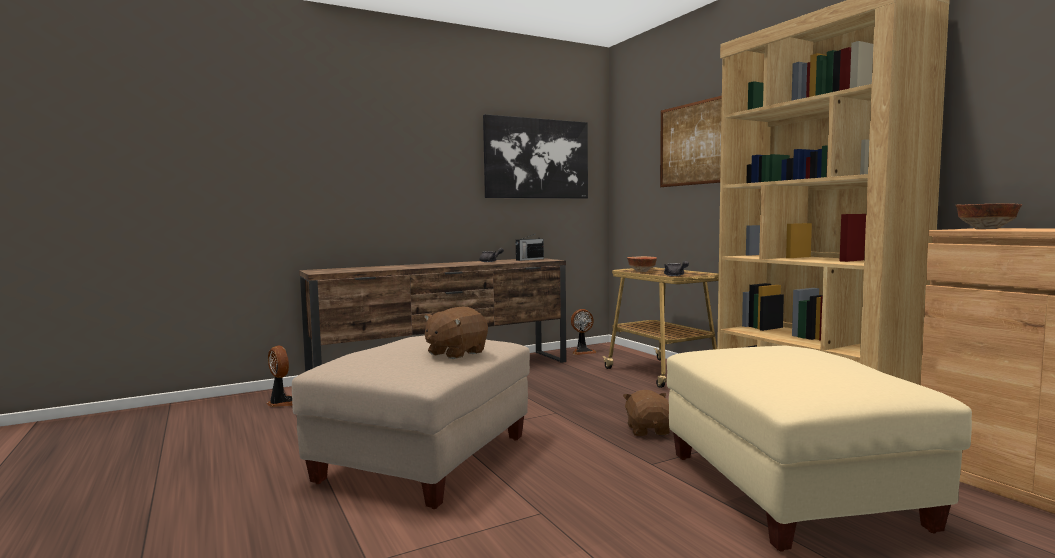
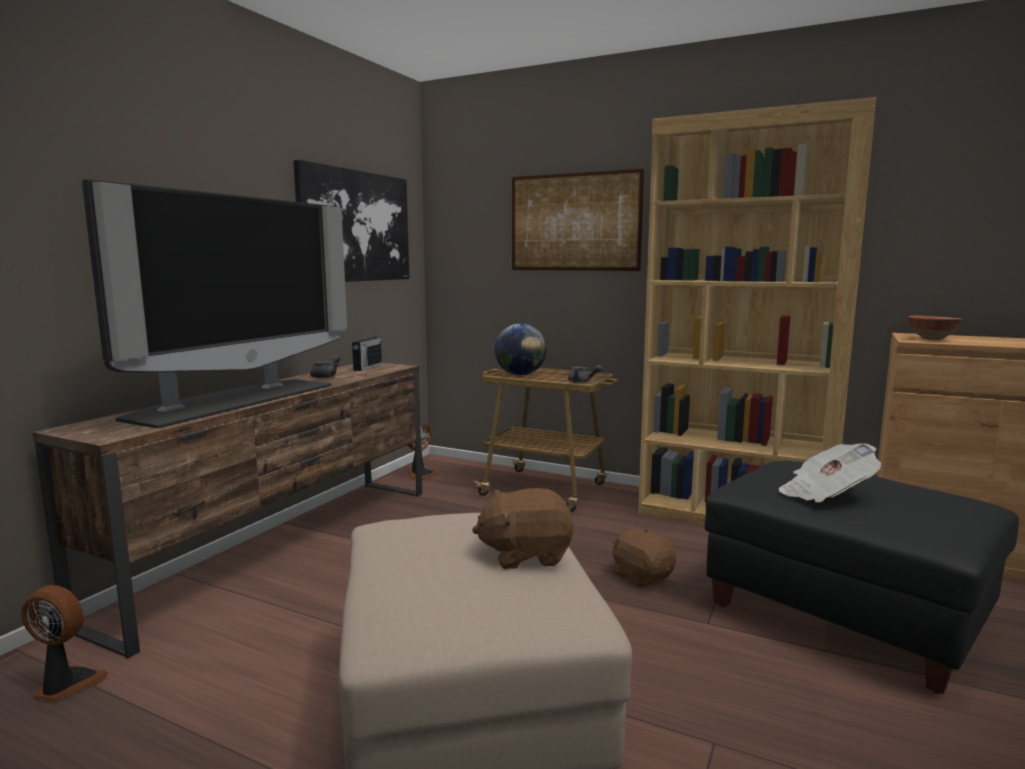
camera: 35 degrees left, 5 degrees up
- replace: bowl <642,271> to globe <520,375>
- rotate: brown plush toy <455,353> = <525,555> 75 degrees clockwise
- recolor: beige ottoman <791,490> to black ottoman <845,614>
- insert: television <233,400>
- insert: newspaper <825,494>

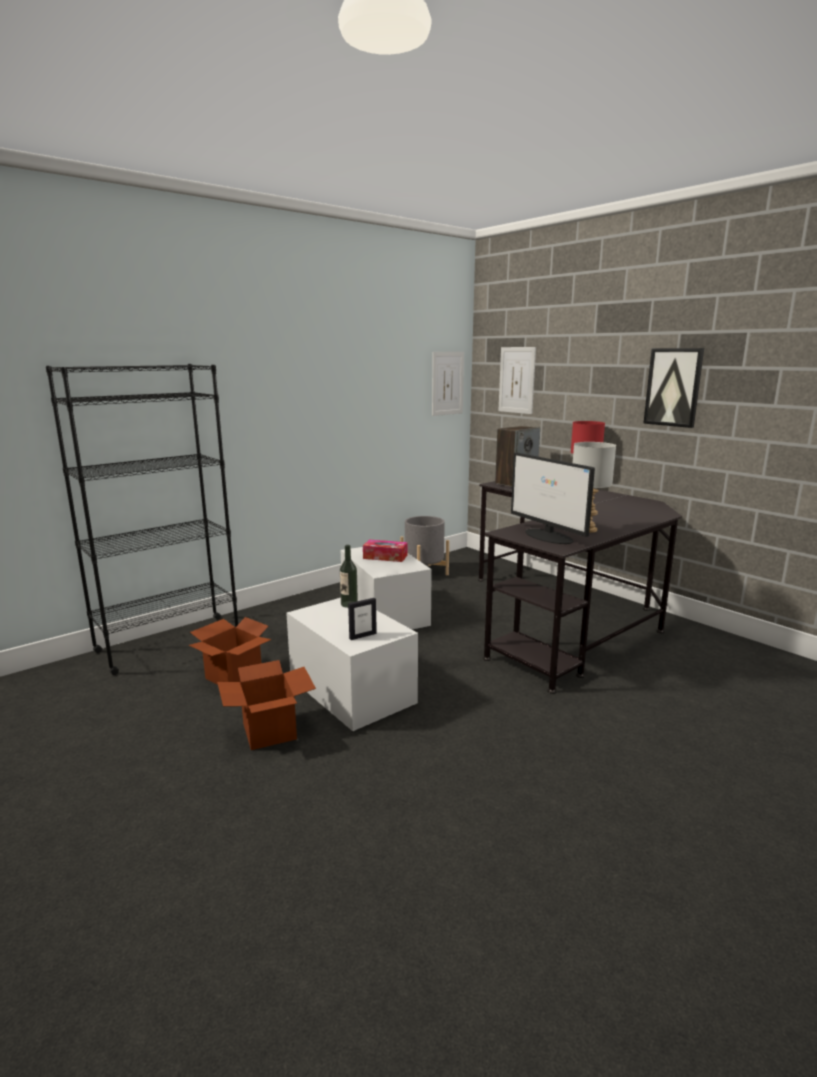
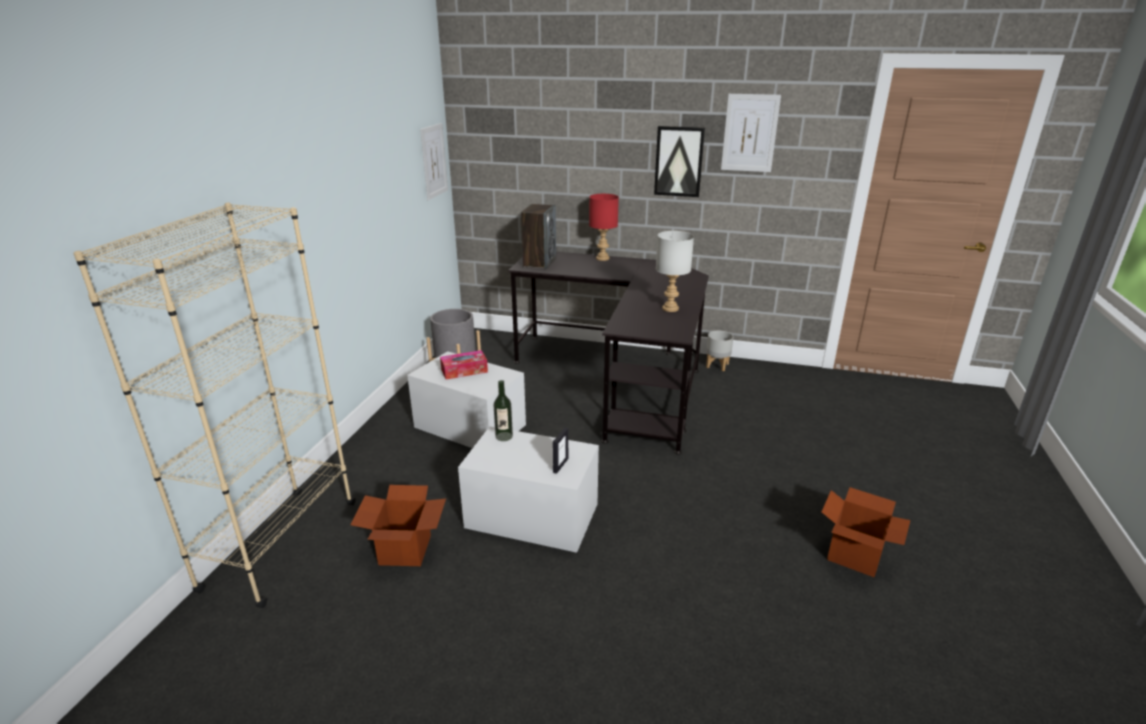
camera: 35 degrees left, 10 degrees up
- move: picture <517,380> to <750,133>
- recolor: black bookcase <169,643> to beige bookcase <280,545>
- delete: monitor <549,536>
- move: cardboard box <269,731> to <854,555>
- insert: grey planter <717,365>

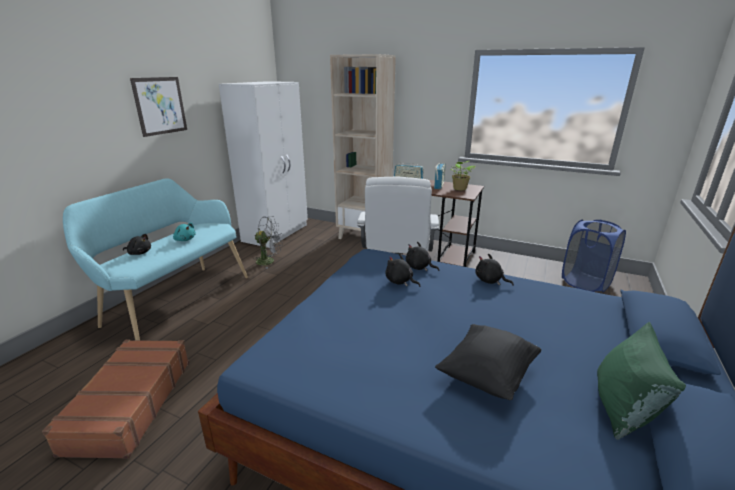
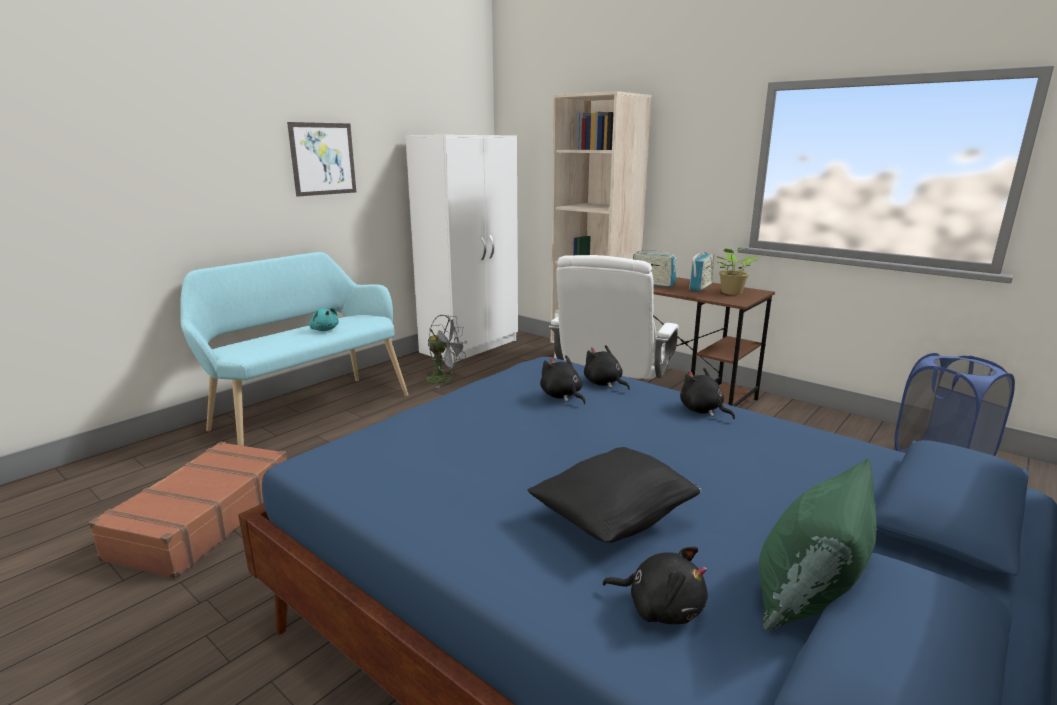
camera: 15 degrees right, 5 degrees down
- move: black plush toy <139,253> to <660,607>

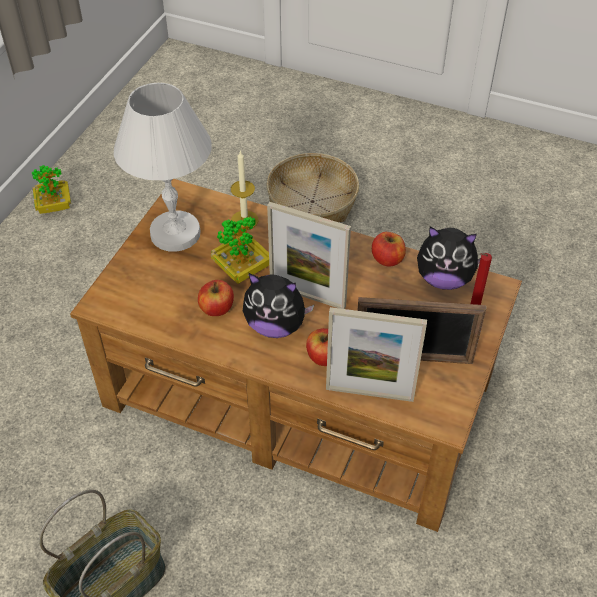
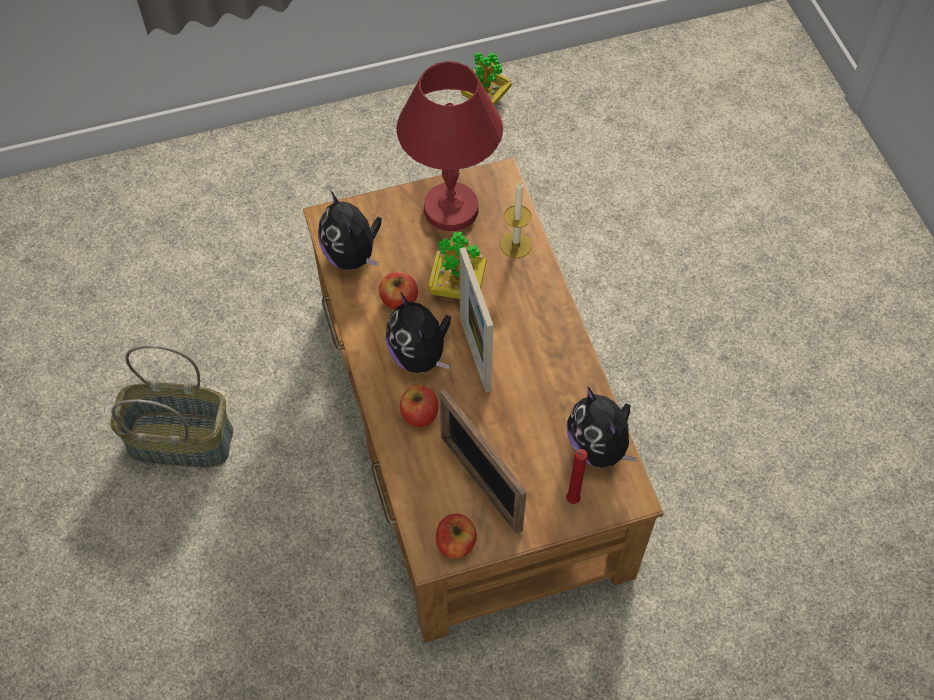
camera: 50 degrees right, 10 degrees up
- recolor: white table lamp <175,234> to red table lamp <451,209>
- delete: basket <312,202>
- move: apple <387,259> to <456,543>
- delete: picture frame <369,393>
- insert: plush toy <352,255>

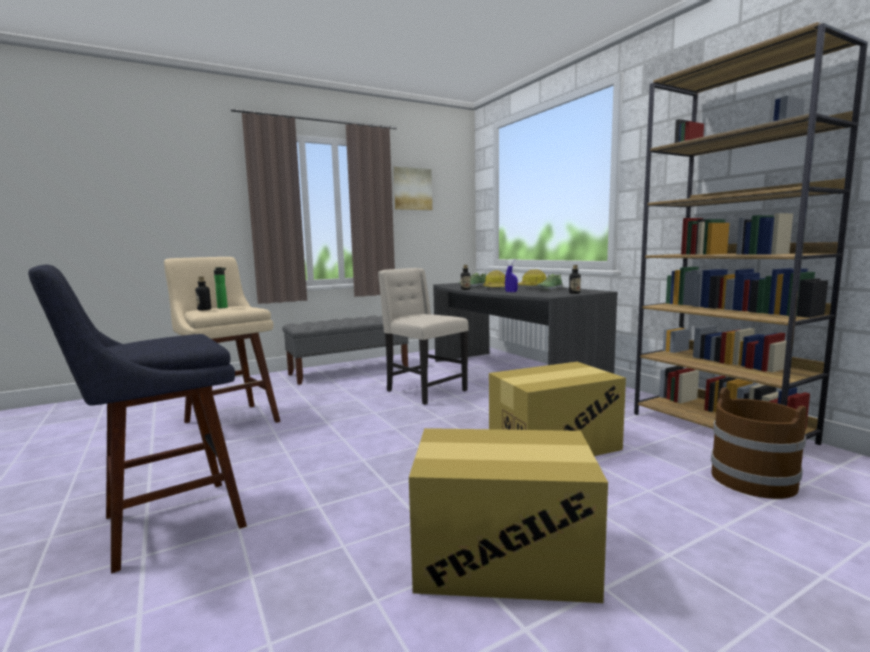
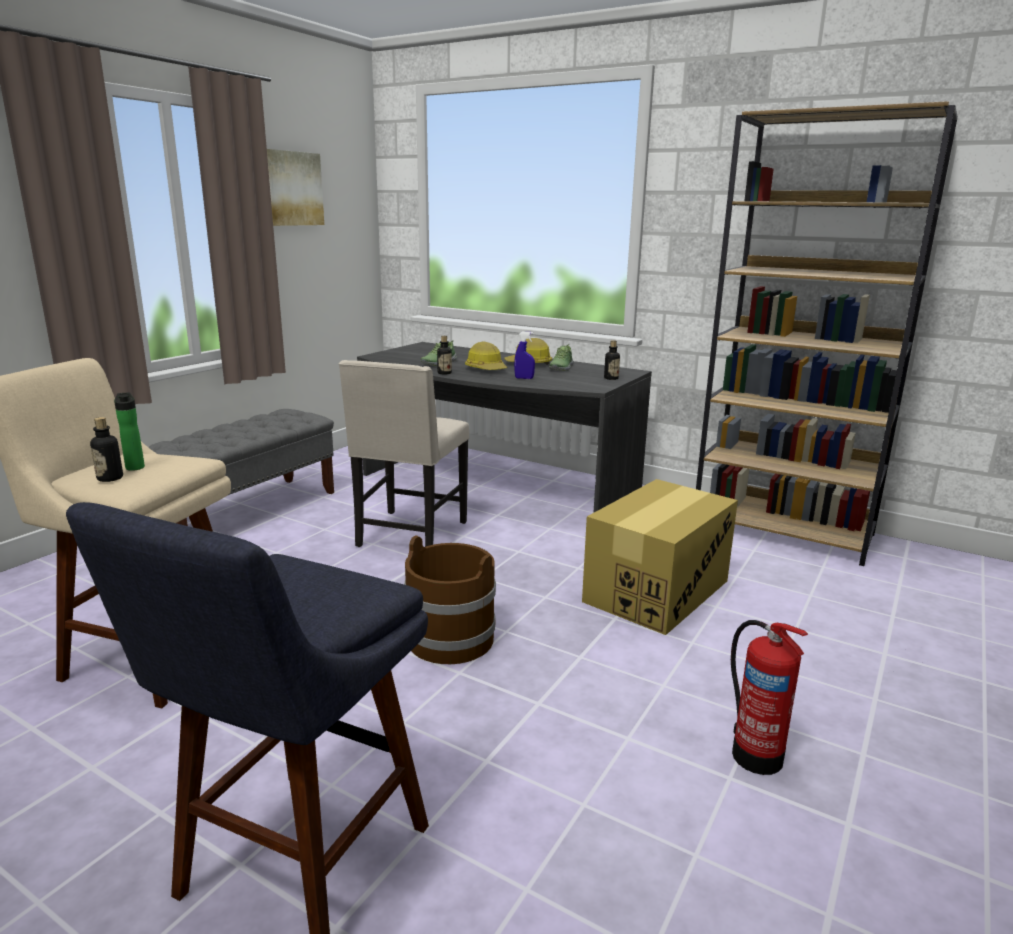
camera: 30 degrees left, 10 degrees up
- rotate: beige chair <424,391> = <410,535> 90 degrees counterclockwise
- move: brown bucket <753,480> to <451,639>
- replace: cardboard box <504,557> to fire extinguisher <755,754>

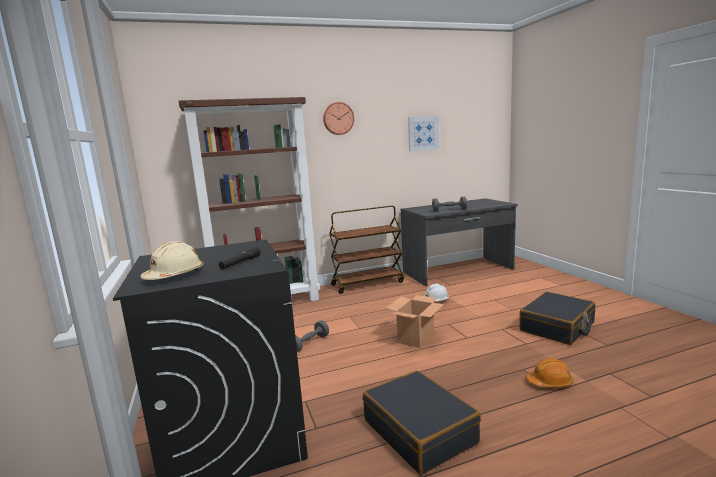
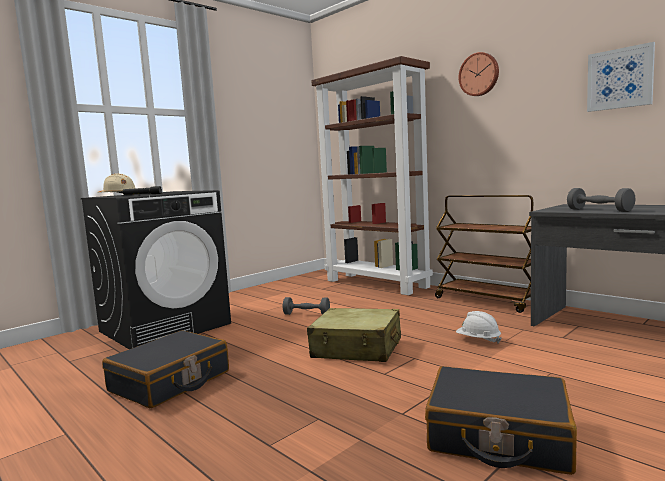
camera: 65 degrees right, 5 degrees down
- replace: cardboard box <415,338> to beige suitcase <357,348>
- delete: orange hard hat <550,382>

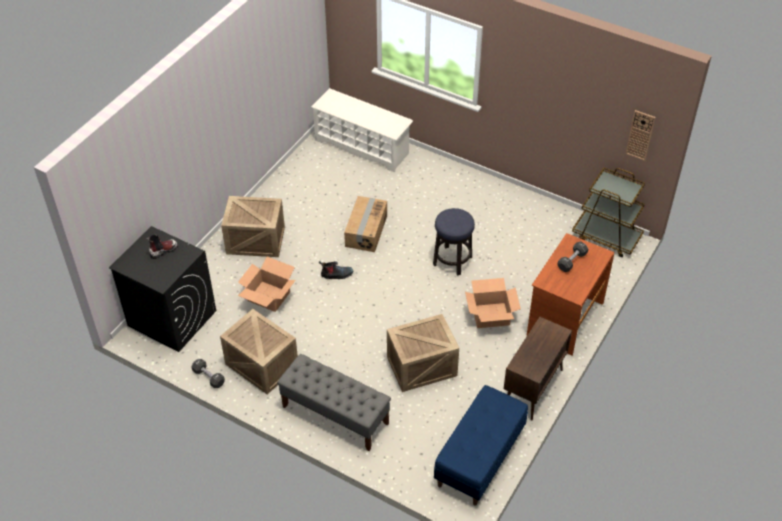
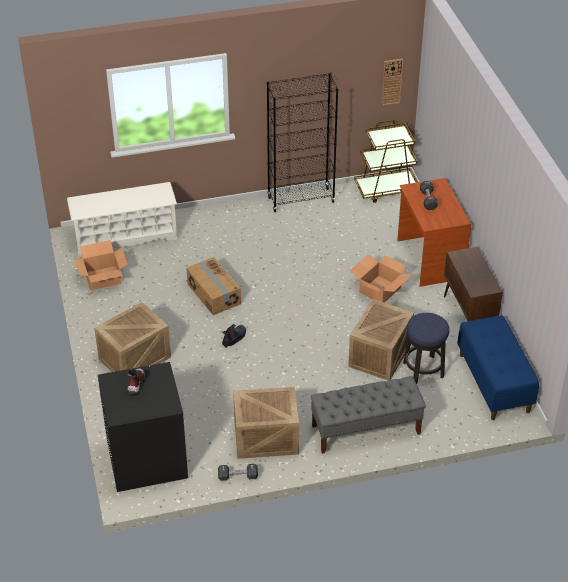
camera: 45 degrees left, 5 degrees down
- move: stool <452,261> to <423,370>
- move: cardboard box <268,296> to <103,278>
- insert: black bookcase <301,200>

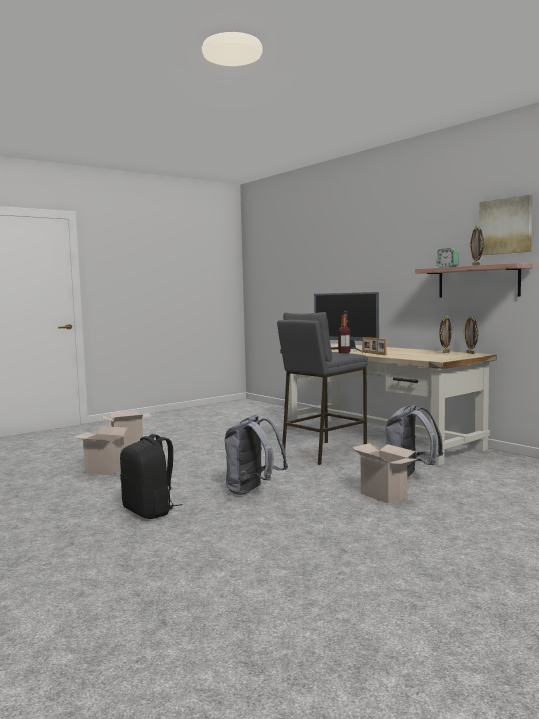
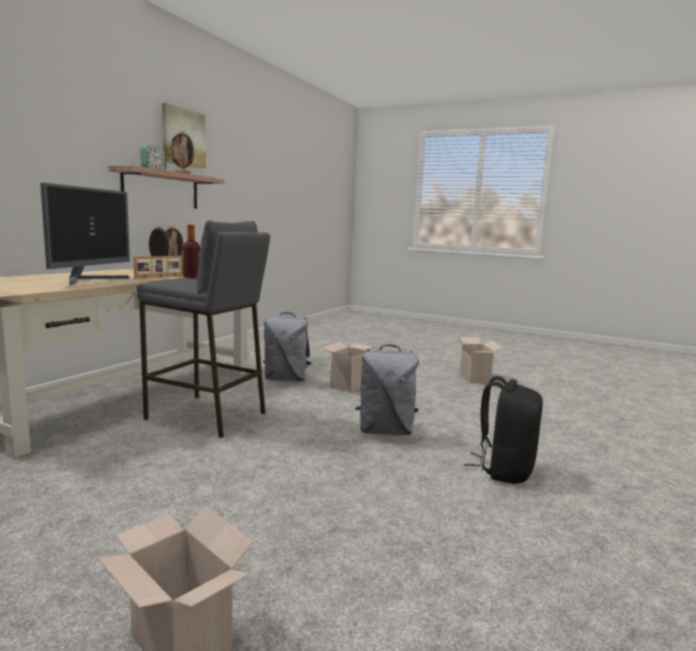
camera: 115 degrees left, 5 degrees up
- move: cardboard box <103,471> to <476,379>

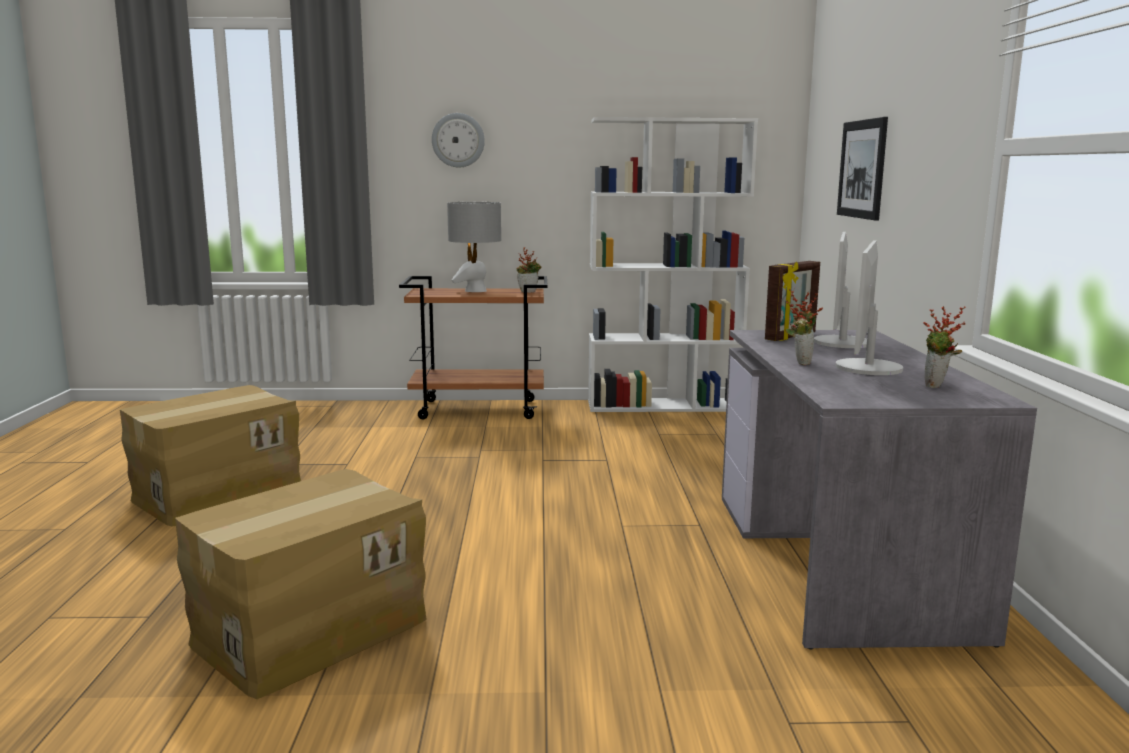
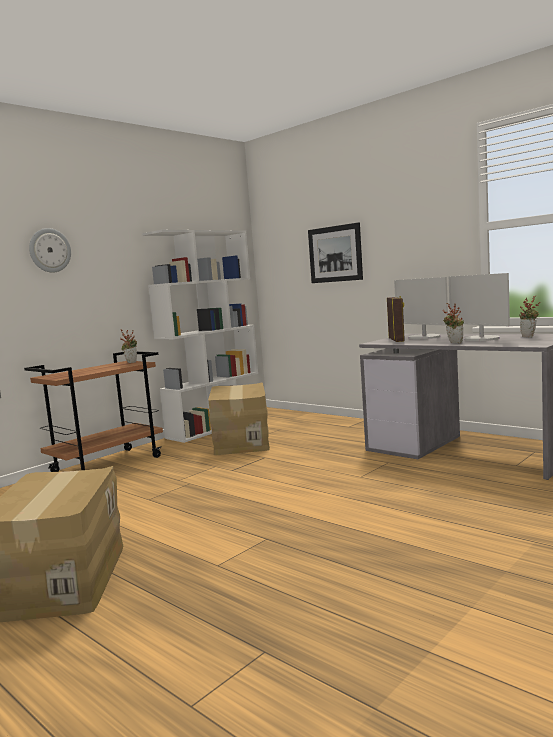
camera: 45 degrees left, 5 degrees down
- delete: grey table lamp <475,291>
- move: cardboard box <309,630> to <240,442>

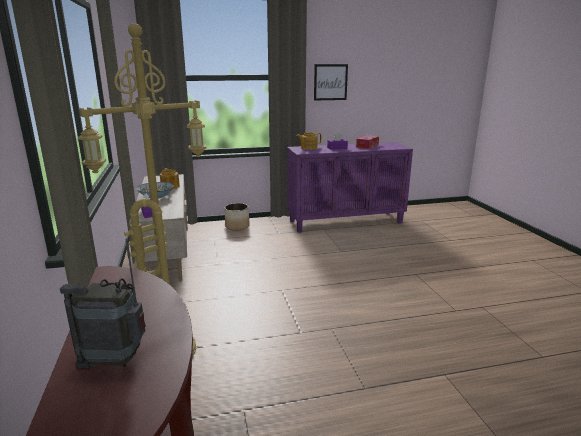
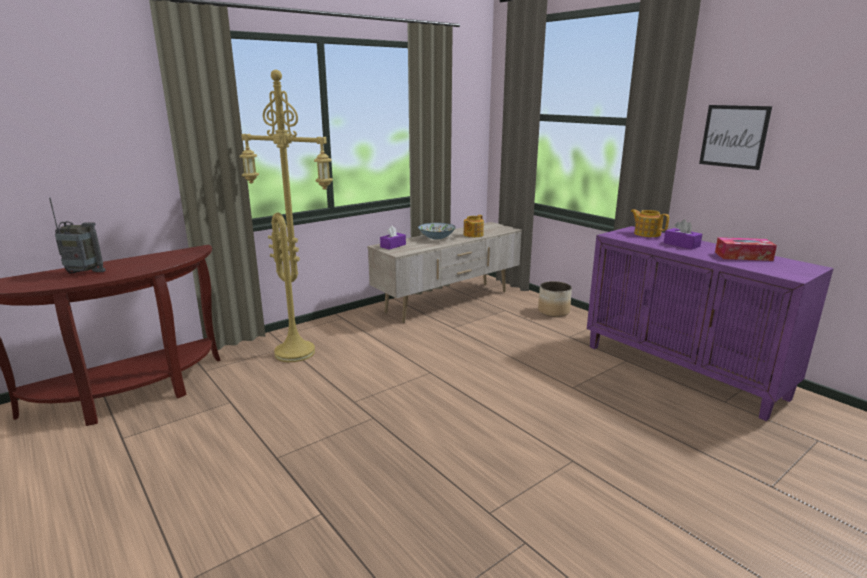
camera: 65 degrees right, 0 degrees up
- rotate: radio <115,361> = <83,273> 120 degrees clockwise

